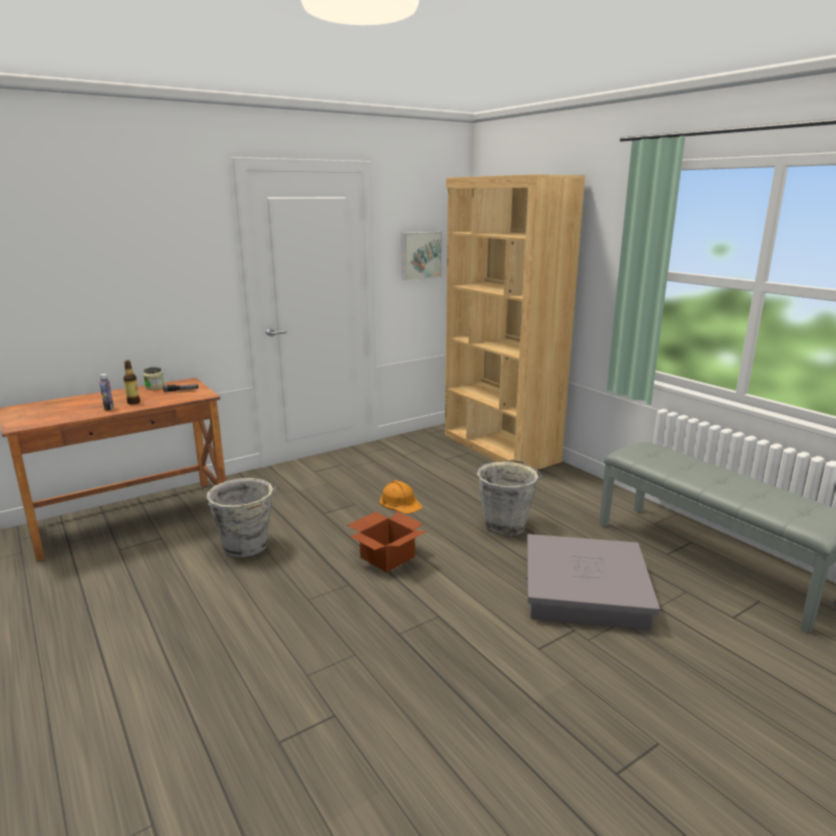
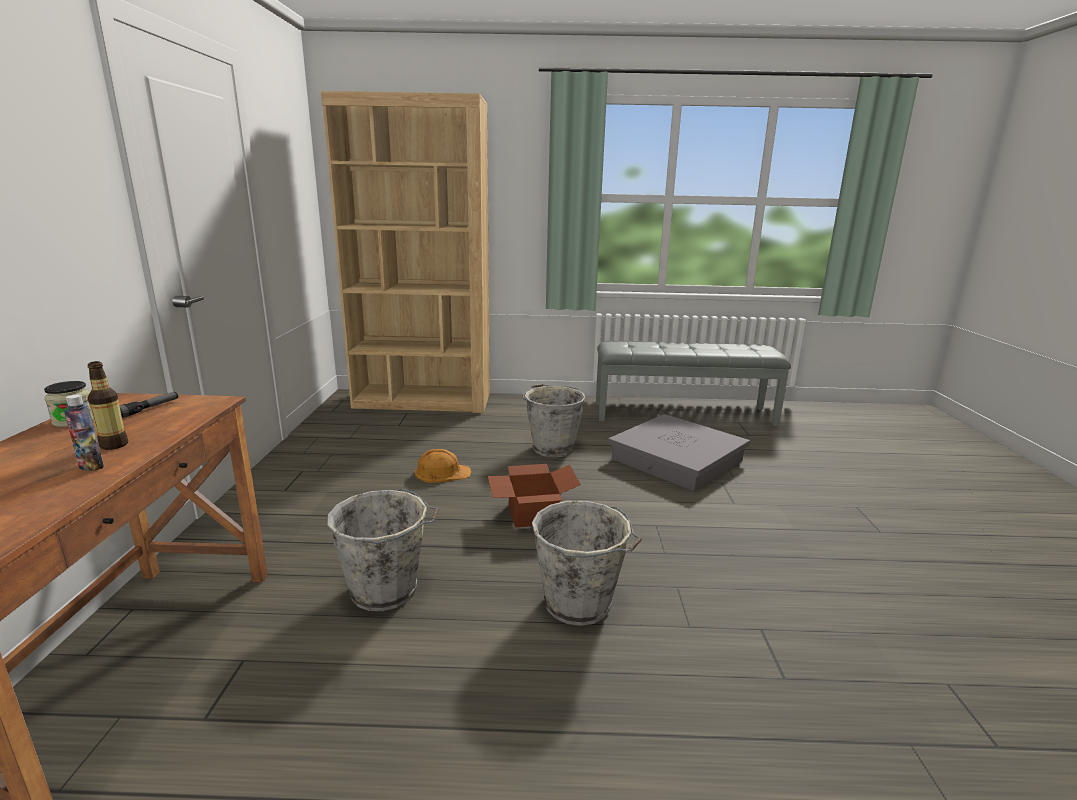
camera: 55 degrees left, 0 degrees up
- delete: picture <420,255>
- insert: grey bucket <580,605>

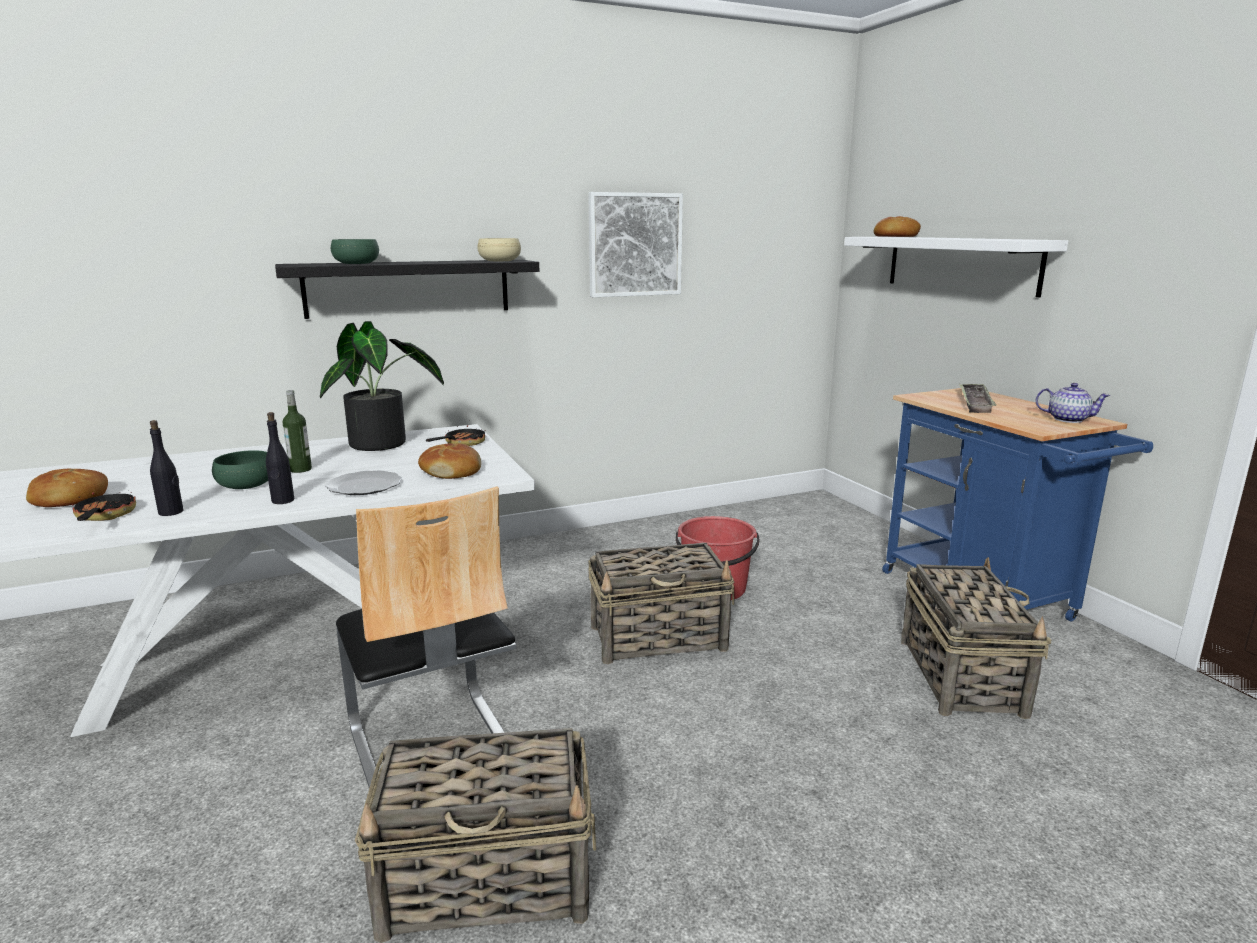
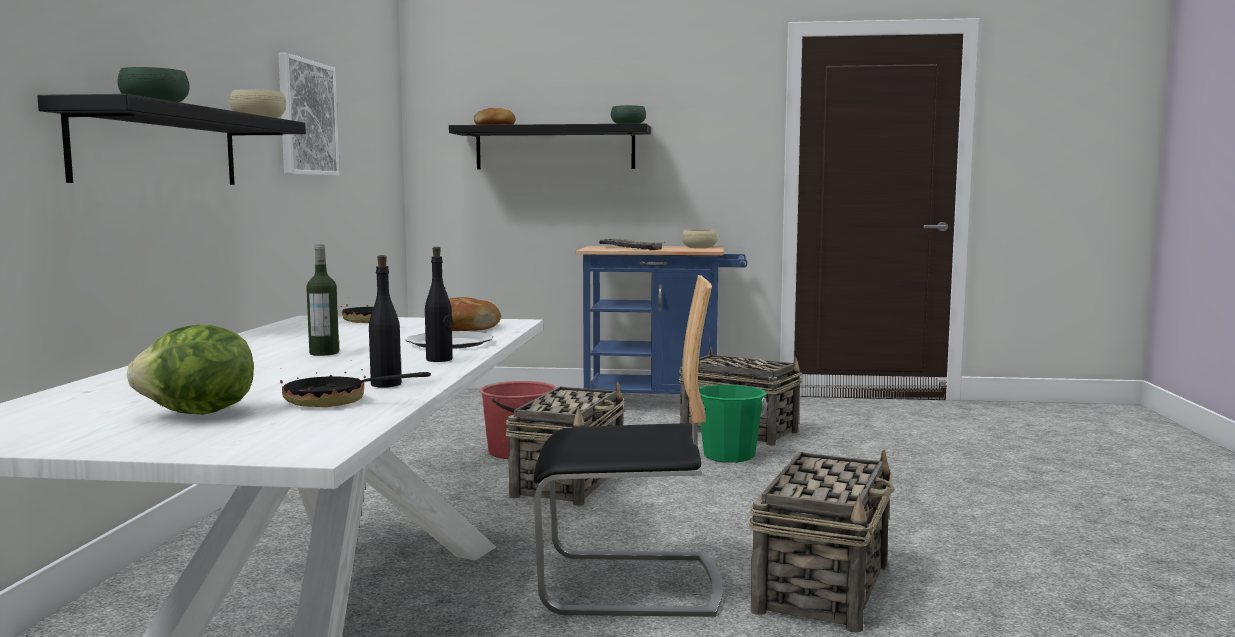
camera: 60 degrees left, 10 degrees down
- recolor: white shelf <961,264> to black shelf <555,148>
- delete: potted plant <385,444>
- replace: teapot <1067,419> to beige bowl <699,247>
- move: green bowl <246,484> to <628,124>
- replace: bread <69,499> to lettuce <198,414>
- insert: green bucket <729,456>

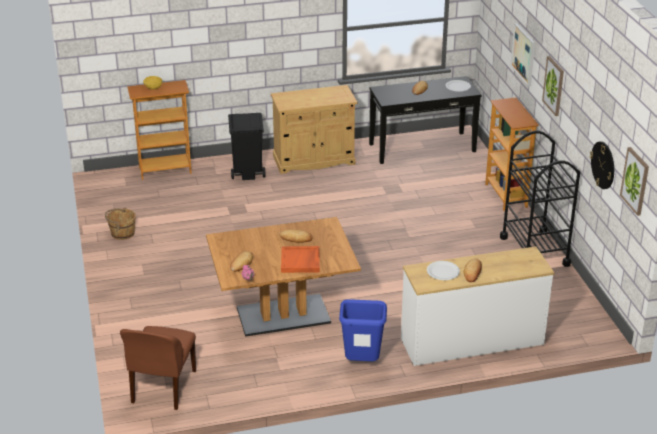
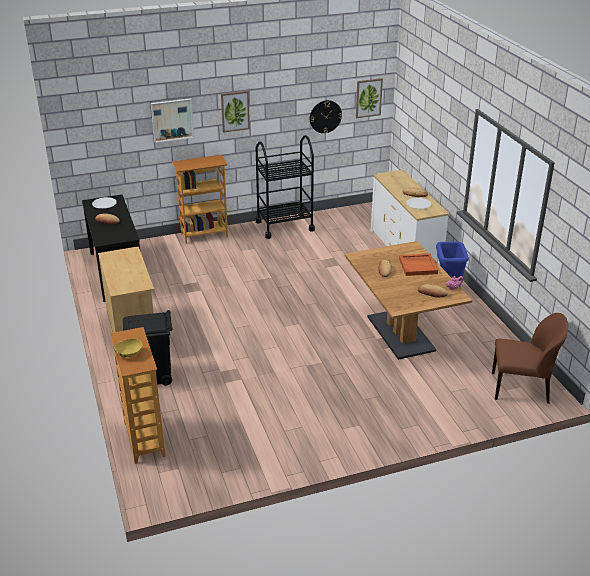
camera: 95 degrees left, 0 degrees up
- delete: brown bucket <122,233>

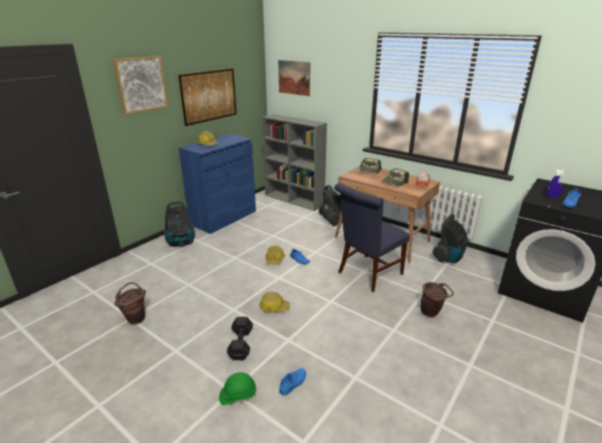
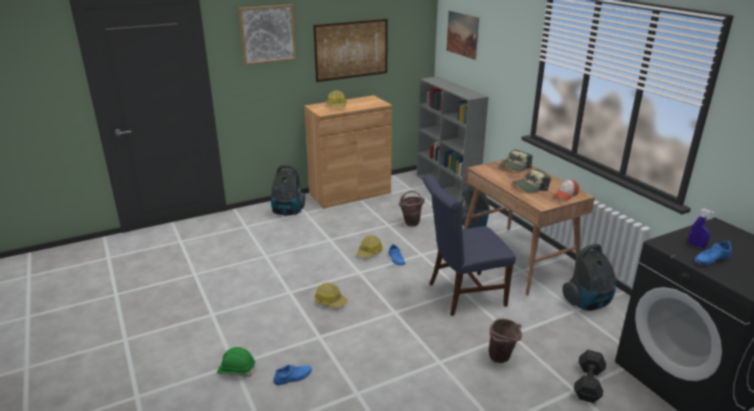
camera: 25 degrees right, 0 degrees up
- recolor: blue cabinet <223,218> to brown cabinet <350,193>
- move: brown bucket <136,318> to <411,222>
- move: black dumbbell <241,344> to <589,383>

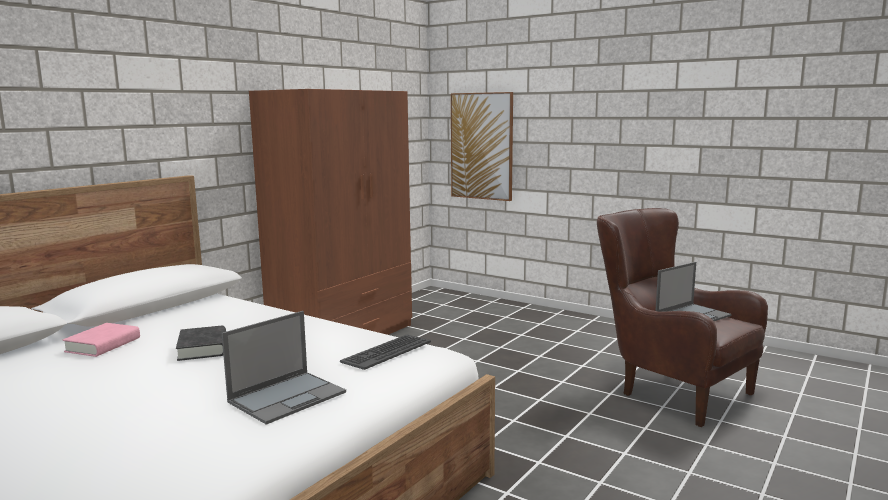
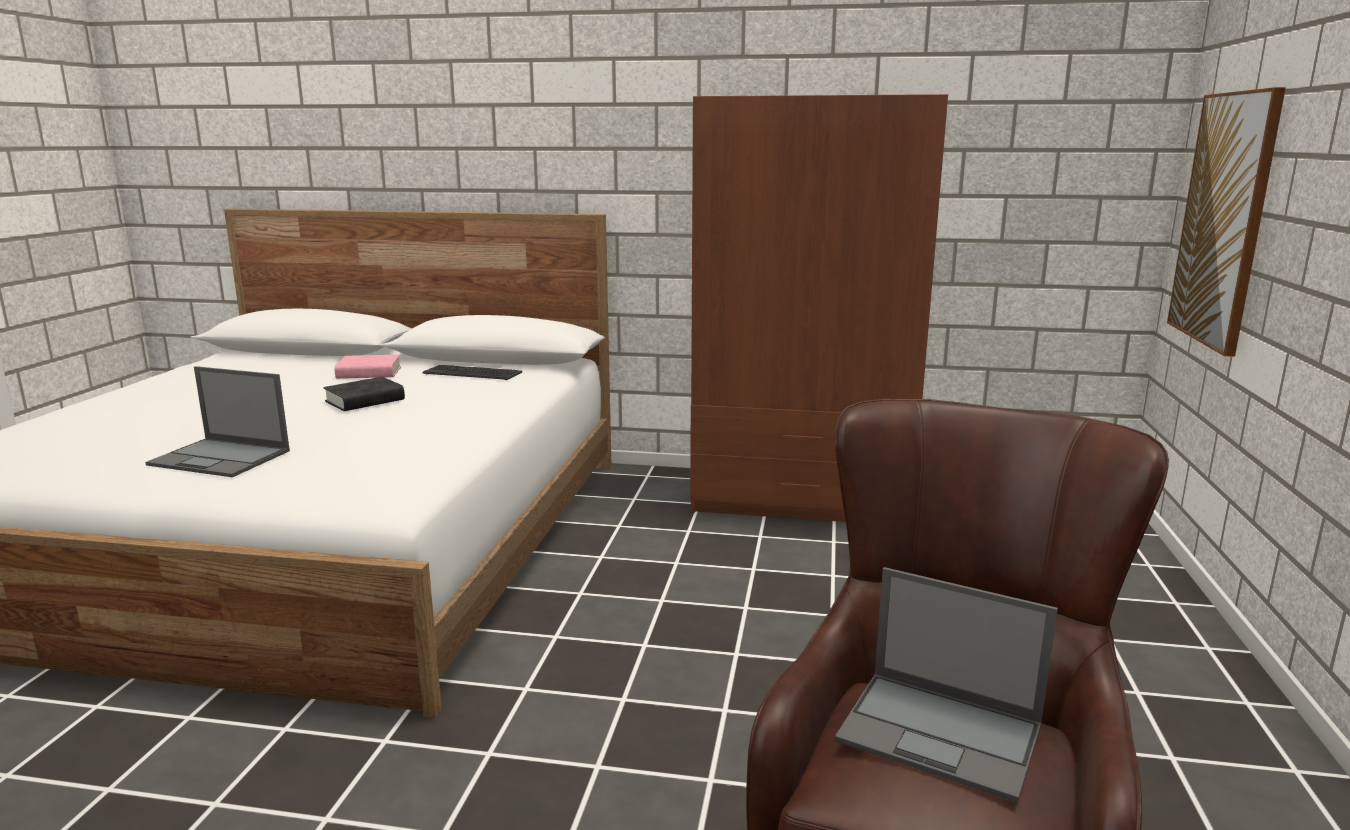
camera: 65 degrees right, 5 degrees up
- move: keyboard <386,352> to <473,373>

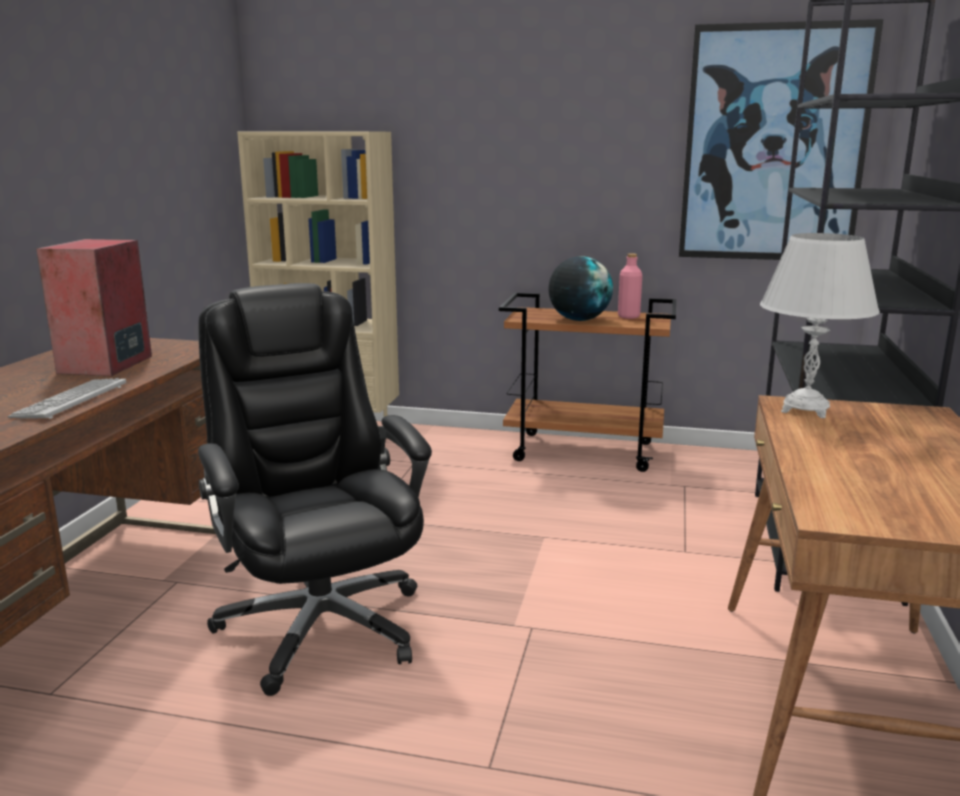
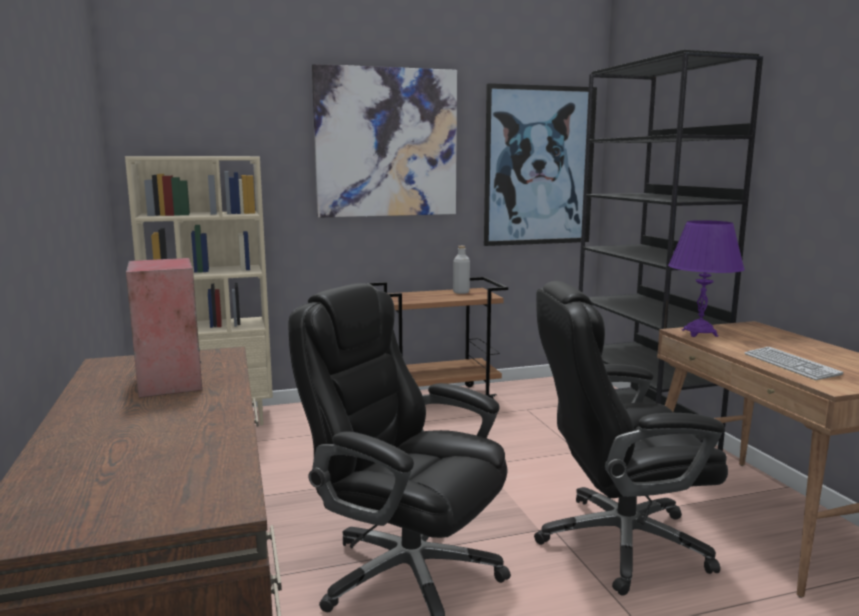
camera: 30 degrees left, 5 degrees down
- recolor: white table lamp <805,409> to purple table lamp <699,333>
- recolor: pink bottle <628,316> to grey bottle <461,292>
- delete: globe <579,320>
- move: keyboard <70,400> to <790,365>
- insert: picture <386,143>
- insert: black office chair <618,542>

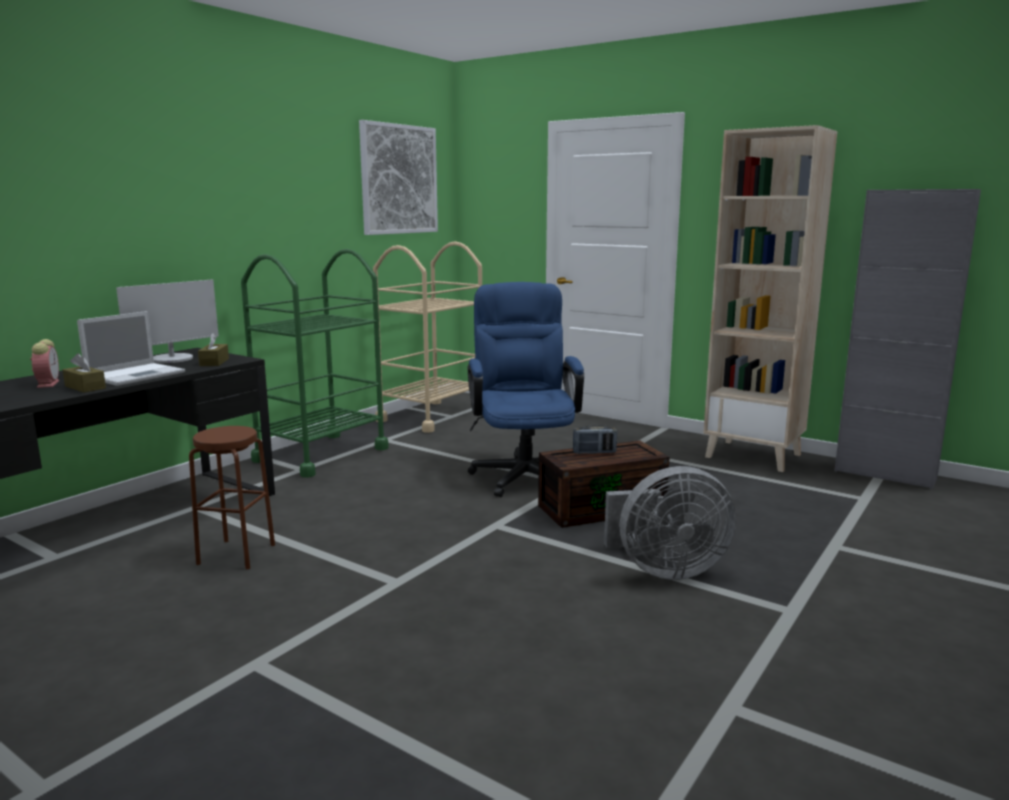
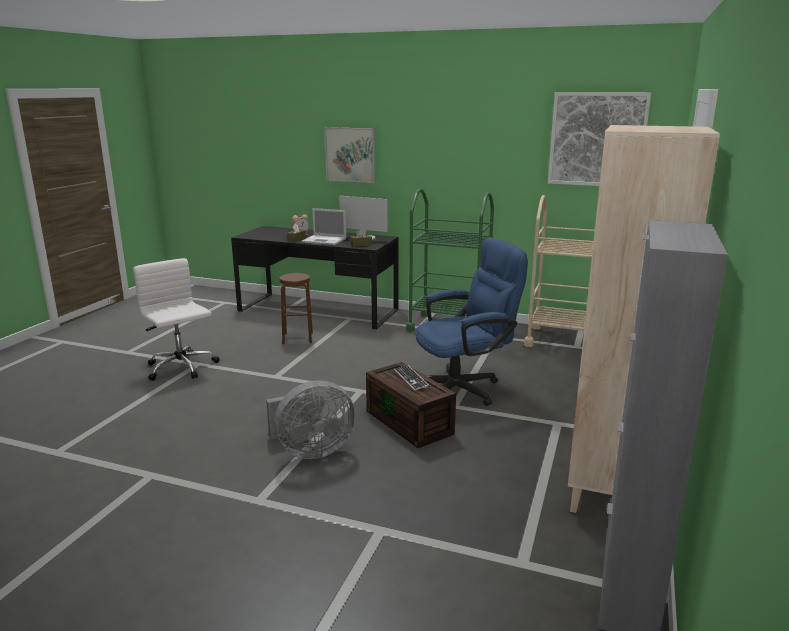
camera: 75 degrees right, 5 degrees up
- replace: radio <594,452> to keyboard <410,378>
- rotate: grey fan <664,570> = <311,451> 90 degrees counterclockwise
- insert: picture <350,154>
- insert: white office chair <181,368>

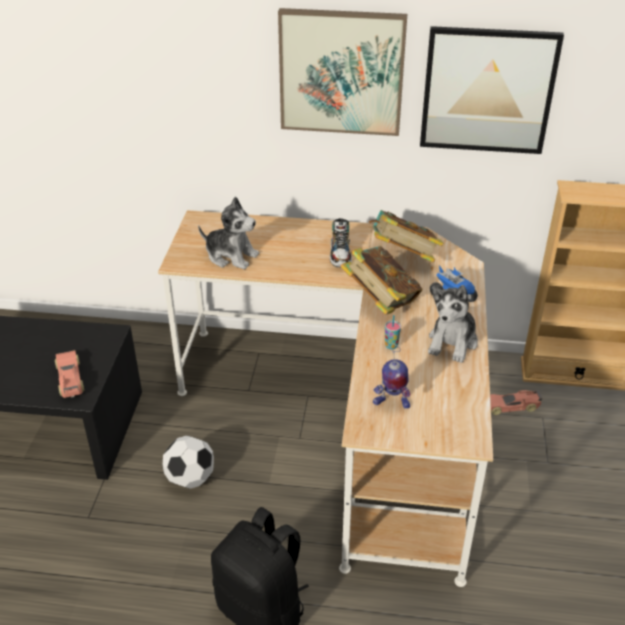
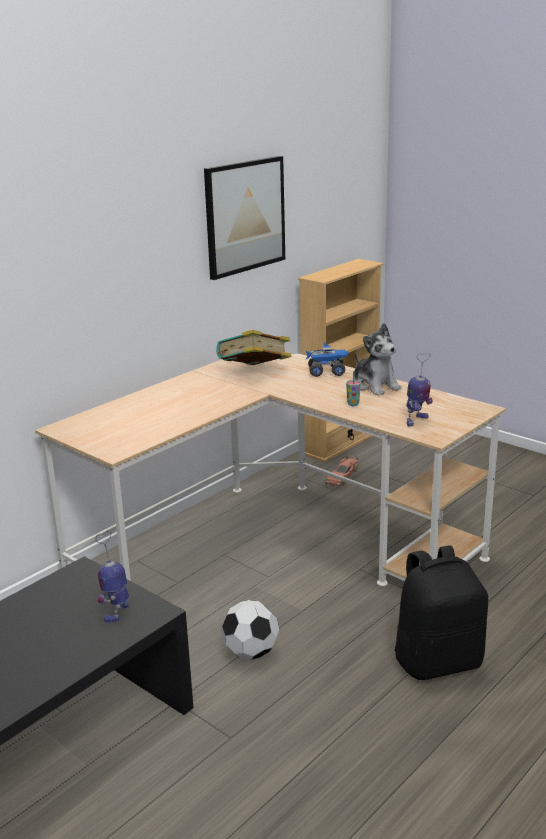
camera: 55 degrees left, 15 degrees down
- delete: picture <341,72>
- delete: plush toy <231,256>
- delete: shoe <340,255>
- delete: book <380,301>
- replace: toy car <70,378> to toy robot <117,611>

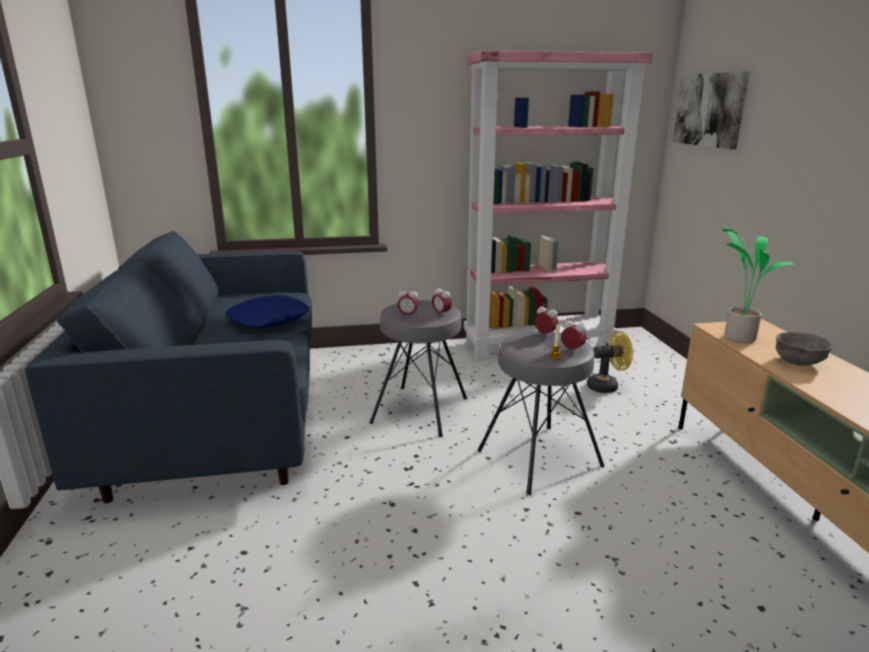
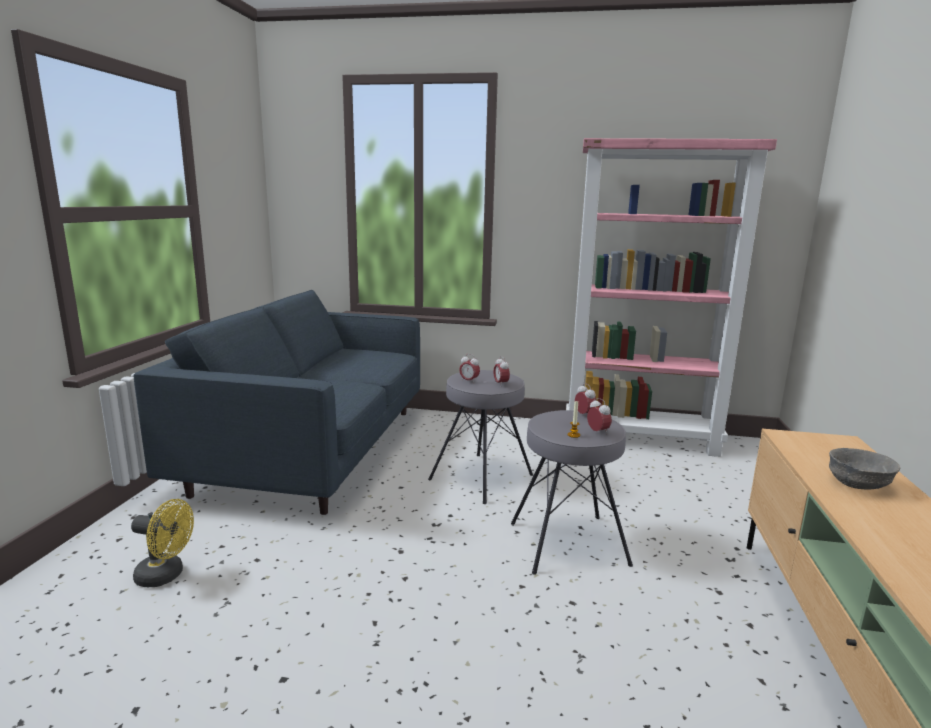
camera: 20 degrees right, 5 degrees down
- delete: picture <710,110>
- delete: potted plant <738,337>
- delete: blue pillow <269,320>
- move: yellow fan <607,386> to <166,576>

